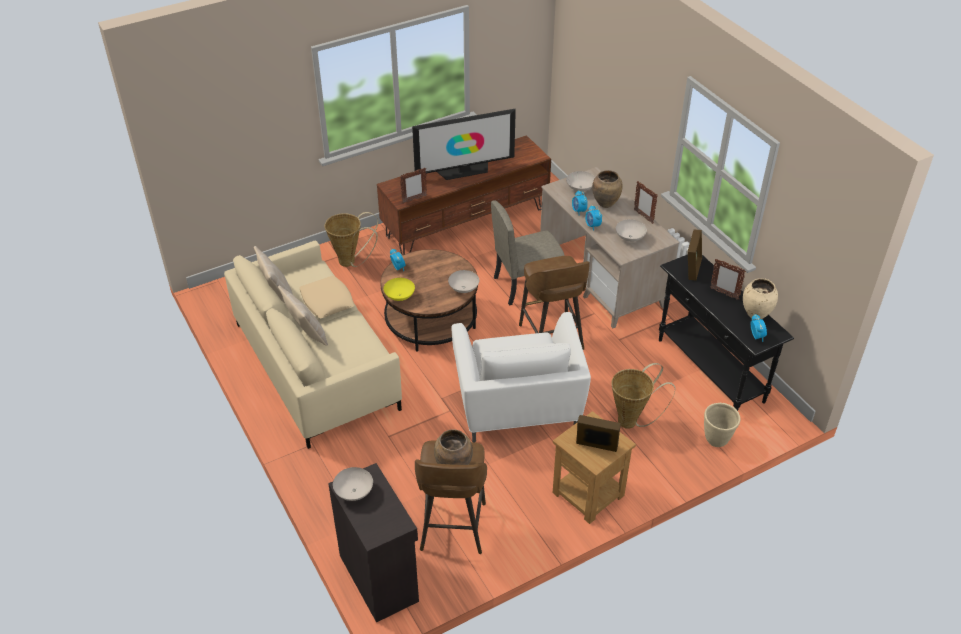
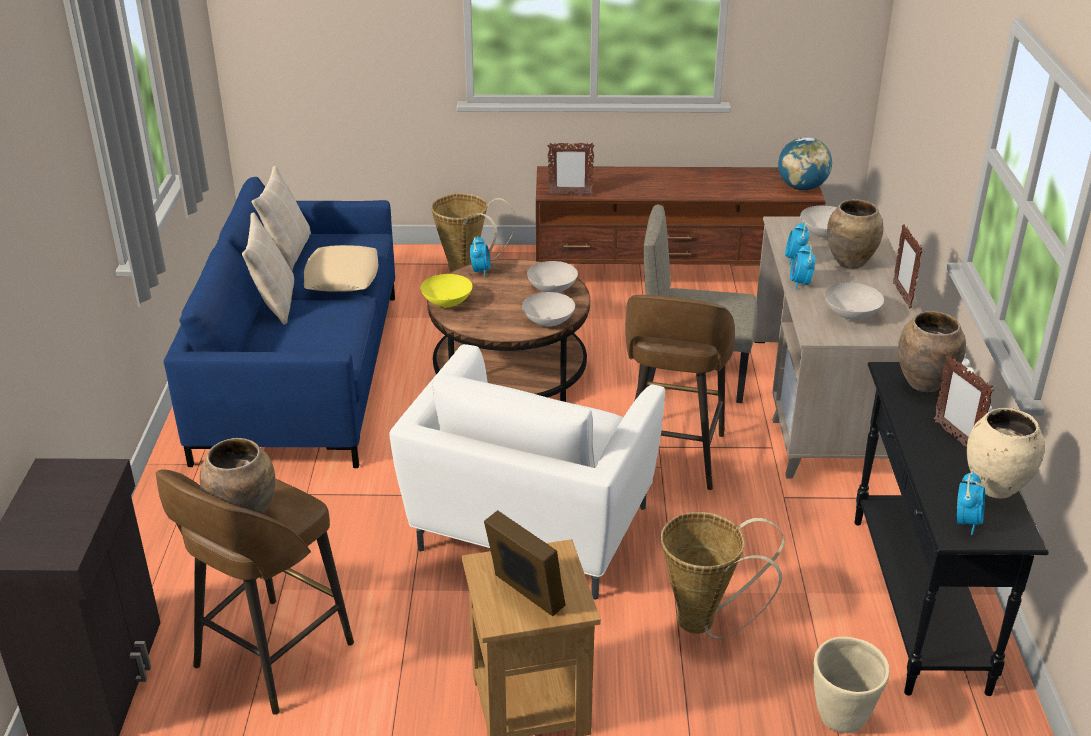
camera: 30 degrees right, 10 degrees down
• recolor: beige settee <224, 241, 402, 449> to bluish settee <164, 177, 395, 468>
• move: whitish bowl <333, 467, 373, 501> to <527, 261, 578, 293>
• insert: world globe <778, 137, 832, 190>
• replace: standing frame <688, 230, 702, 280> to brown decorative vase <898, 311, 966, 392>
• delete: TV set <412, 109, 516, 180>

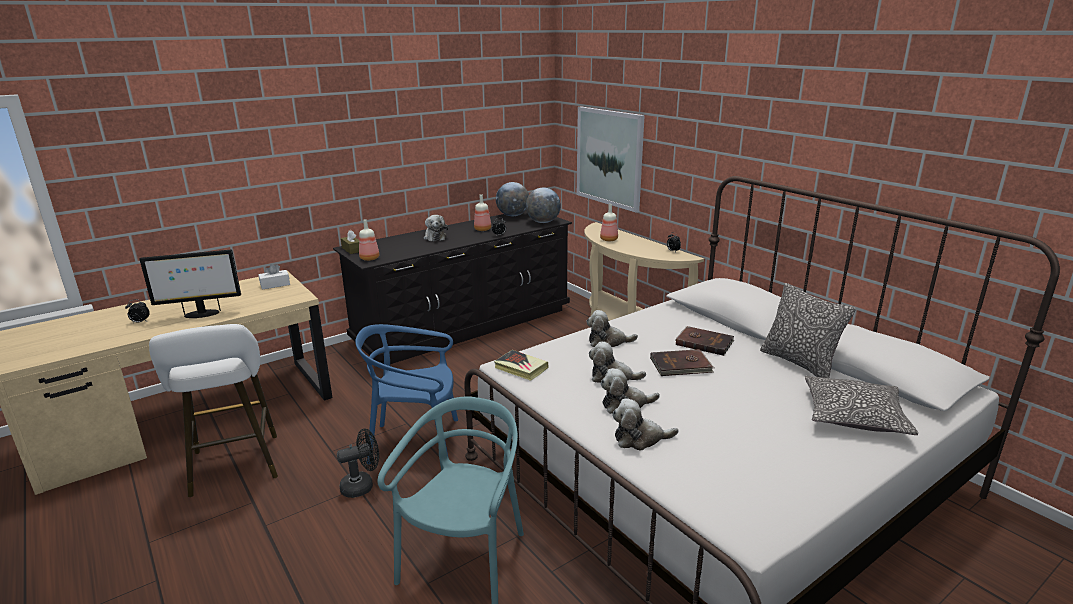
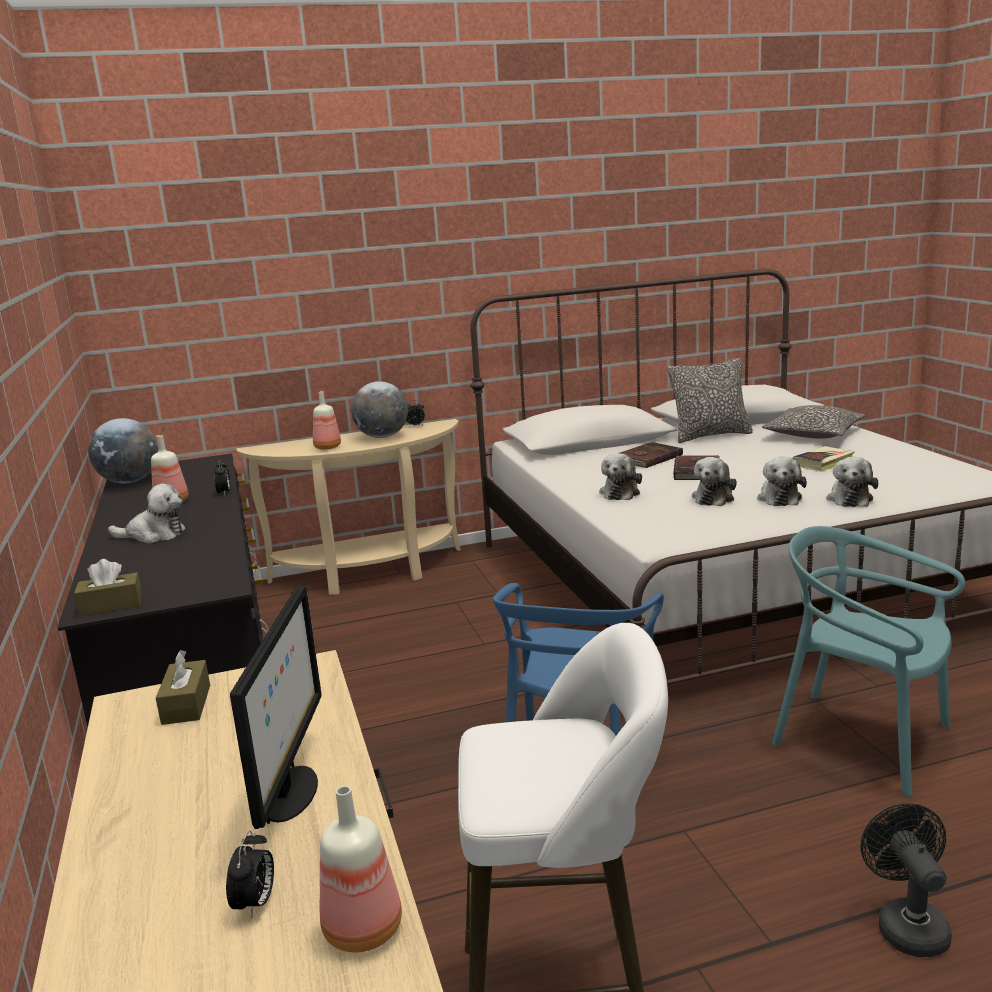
camera: 70 degrees left, 5 degrees down
• recolor: whitish tissue holder <258, 264, 290, 290> to brown tissue holder <156, 650, 210, 725>
• move: beverage bottle <359, 219, 379, 261> to <320, 786, 402, 952>
• move: world globe <526, 188, 561, 223> to <351, 381, 408, 438>
• move: book <494, 350, 549, 381> to <793, 446, 854, 472>
• move: blackish cooling fan <337, 429, 379, 498> to <861, 803, 952, 957>
• delete: wall art <577, 107, 645, 212>

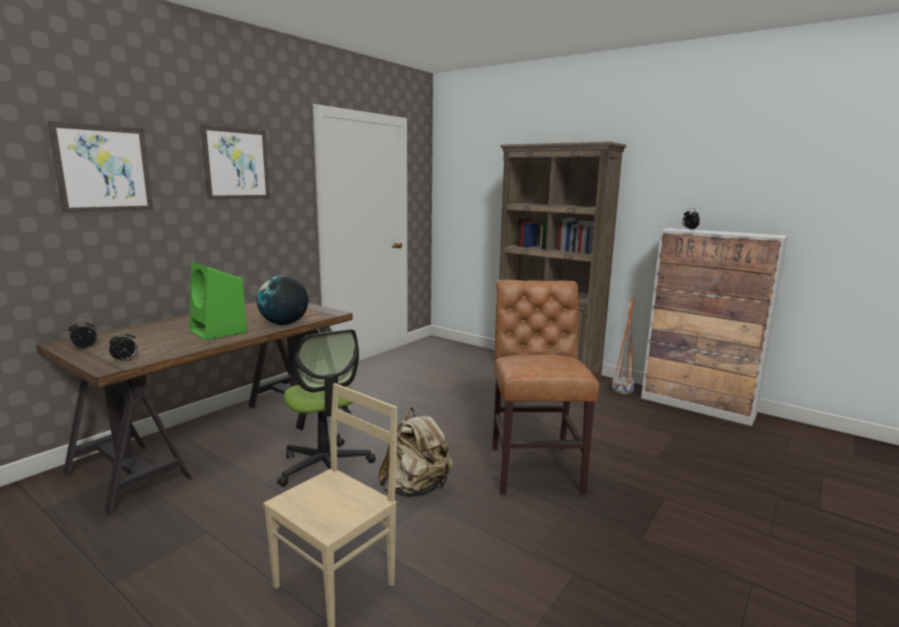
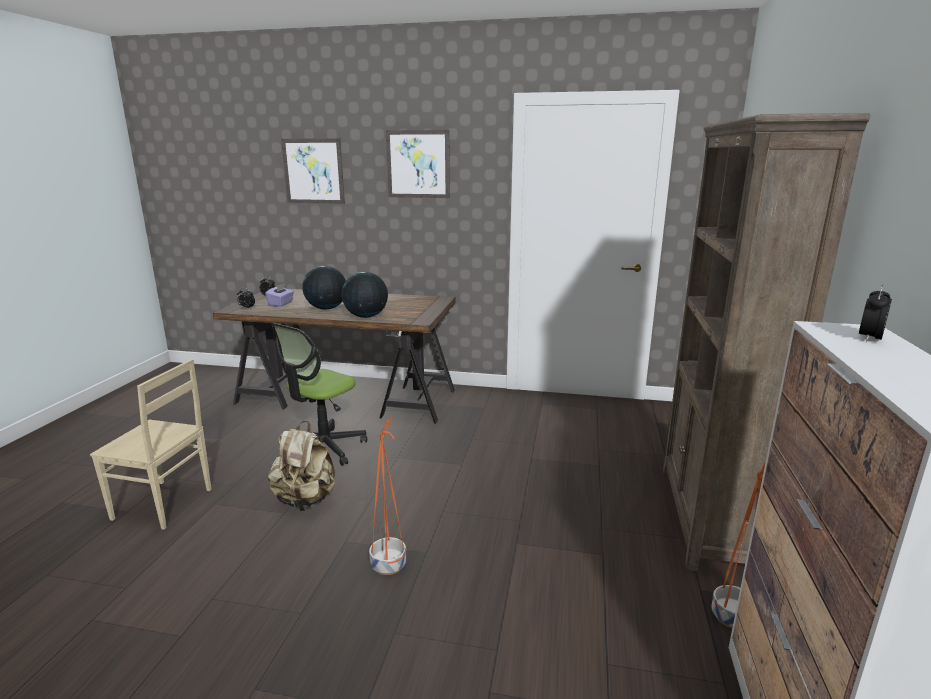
camera: 65 degrees right, 5 degrees up
• insert: purplish tissue holder <265, 283, 294, 307>
• replace: greenish speaker <189, 262, 247, 340> to world globe <302, 266, 346, 309>
• replace: brown plain chair <492, 280, 599, 495> to orangey planter <369, 416, 406, 575>

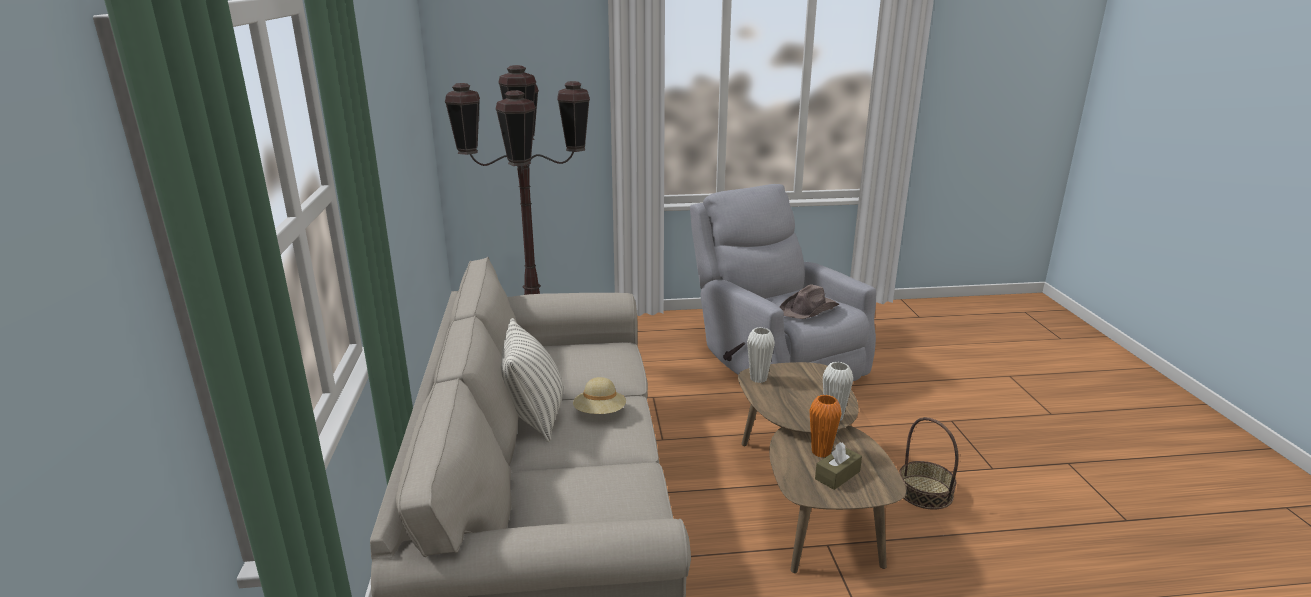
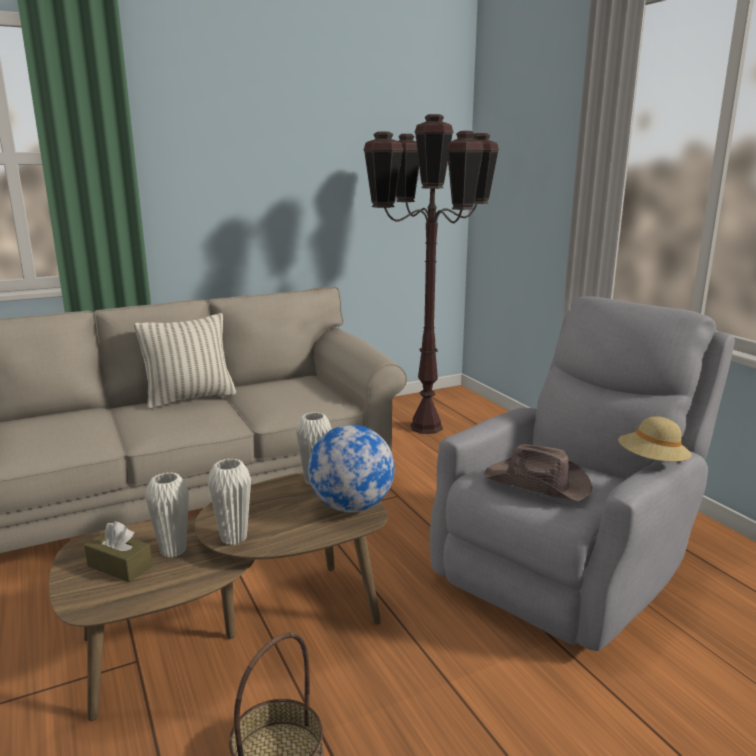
camera: 70 degrees right, 5 degrees down
• recolor: orangey decorative vase <809, 395, 842, 458> to whitish decorative vase <145, 472, 189, 558>
• insert: world globe <308, 425, 395, 513>
• move: beige hat <573, 377, 626, 414> to <618, 416, 692, 462>

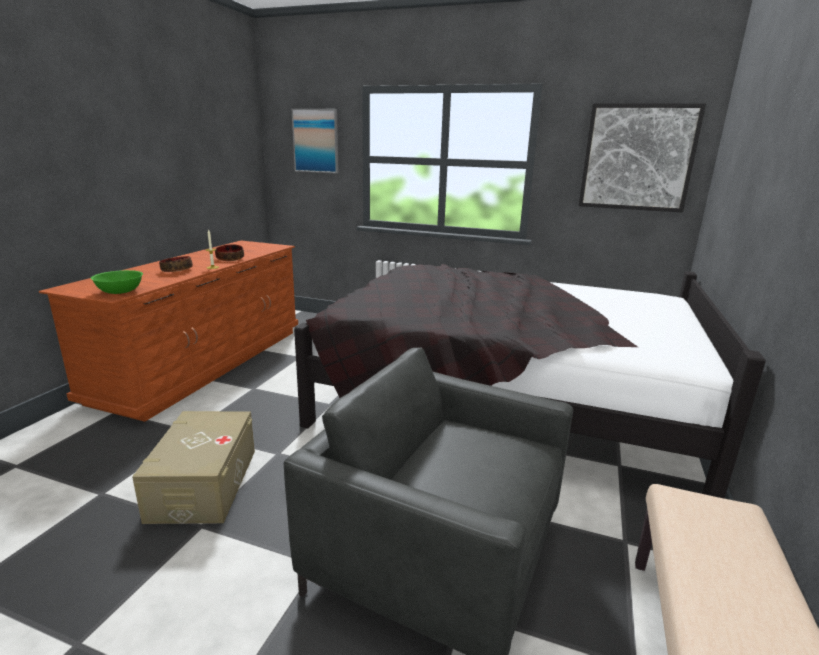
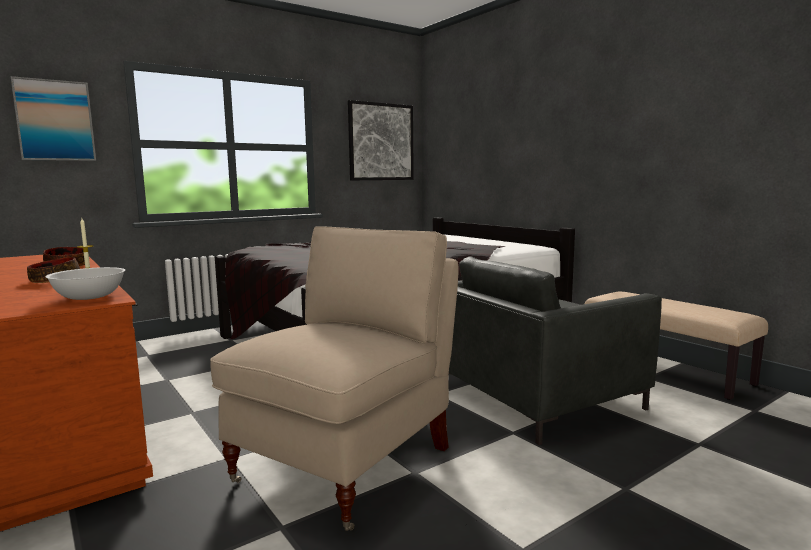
camera: 55 degrees left, 10 degrees down
• recolor: greenish bowl <91, 270, 143, 294> to whitish bowl <45, 267, 125, 300>
• replace: beige storage bin <132, 411, 255, 524> to beige plain chair <210, 226, 459, 531>

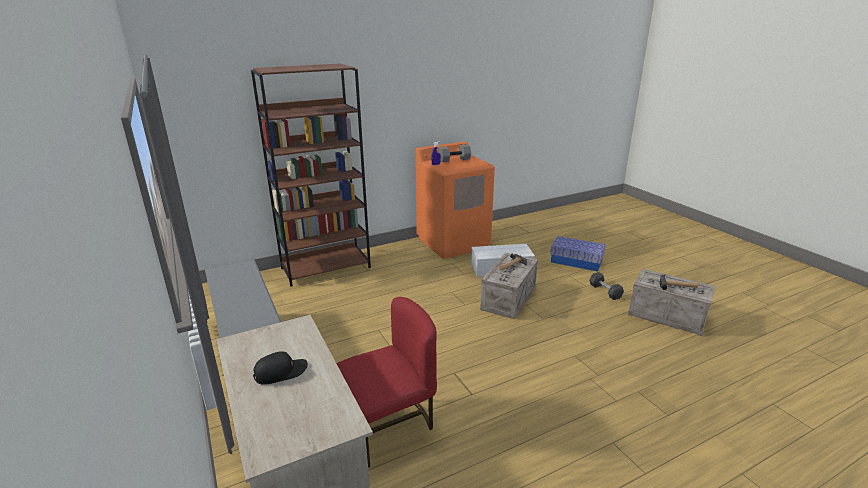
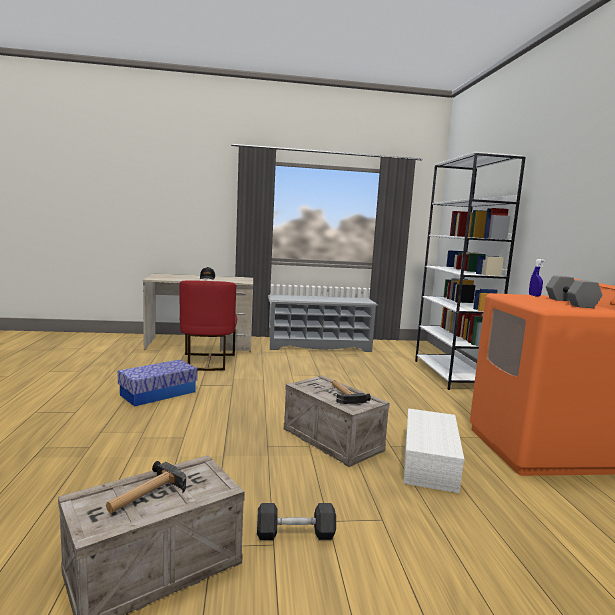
camera: 110 degrees right, 15 degrees down
• move: storage bin <550, 236, 606, 272> to <118, 360, 198, 407>
• recolor: brown bookcase <251, 64, 371, 287> to whitish bookcase <415, 152, 526, 390>

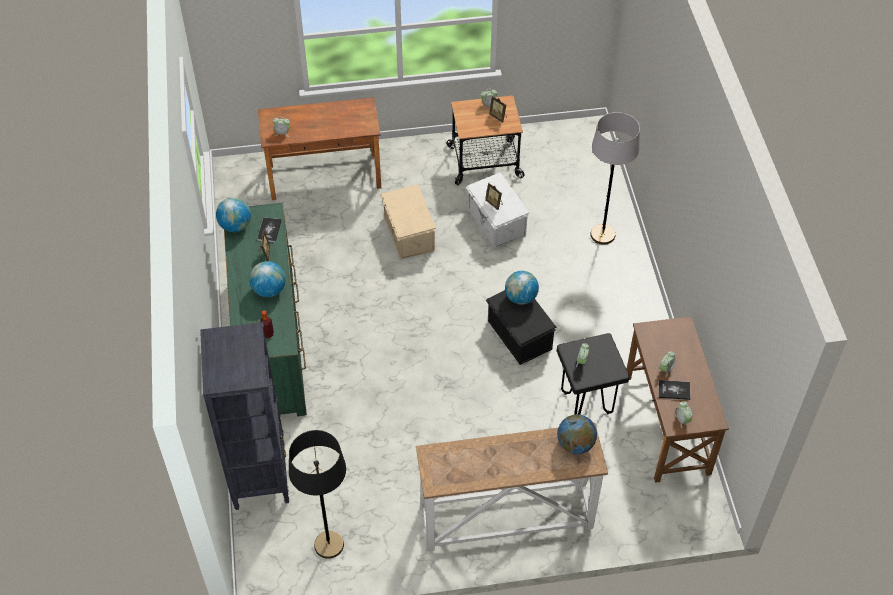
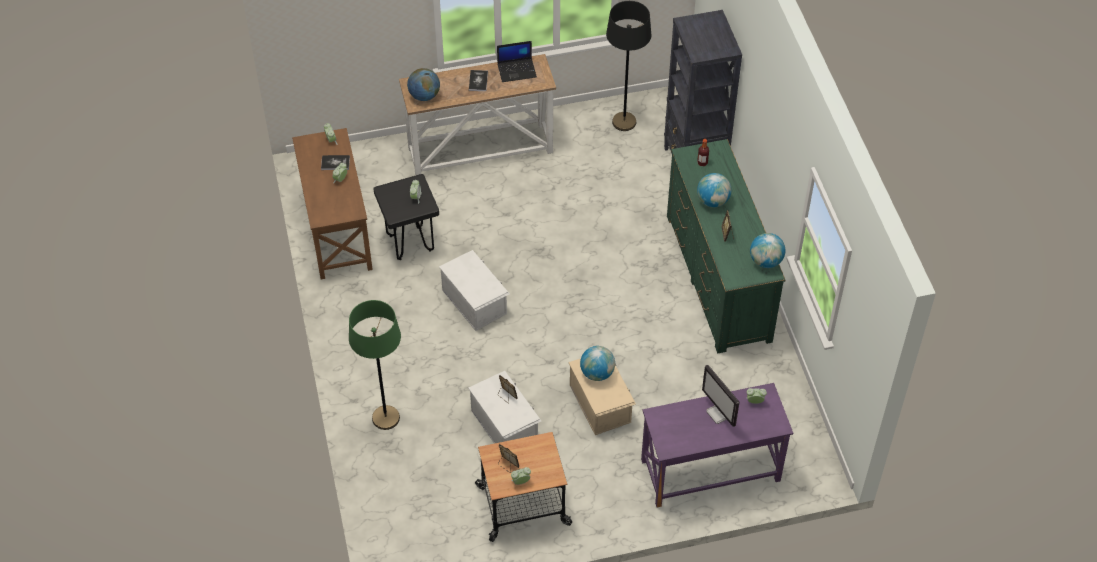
camera: 175 degrees right, 0 degrees up
• recolor: greyish standing lamp <590, 112, 640, 245> to greenish standing lamp <349, 300, 401, 430>
• recolor: blackish storage bin <486, 290, 556, 365> to whitish storage bin <439, 250, 510, 331>
• move: book <257, 217, 282, 242> to <469, 70, 488, 91>
• insert: laptop <497, 41, 537, 82>
• move: world globe <505, 271, 539, 305> to <580, 346, 615, 381>
• recolor: brown desk unit <258, 97, 381, 200> to purplish desk unit <641, 383, 793, 507>
• insert: computer screen <702, 365, 740, 427>

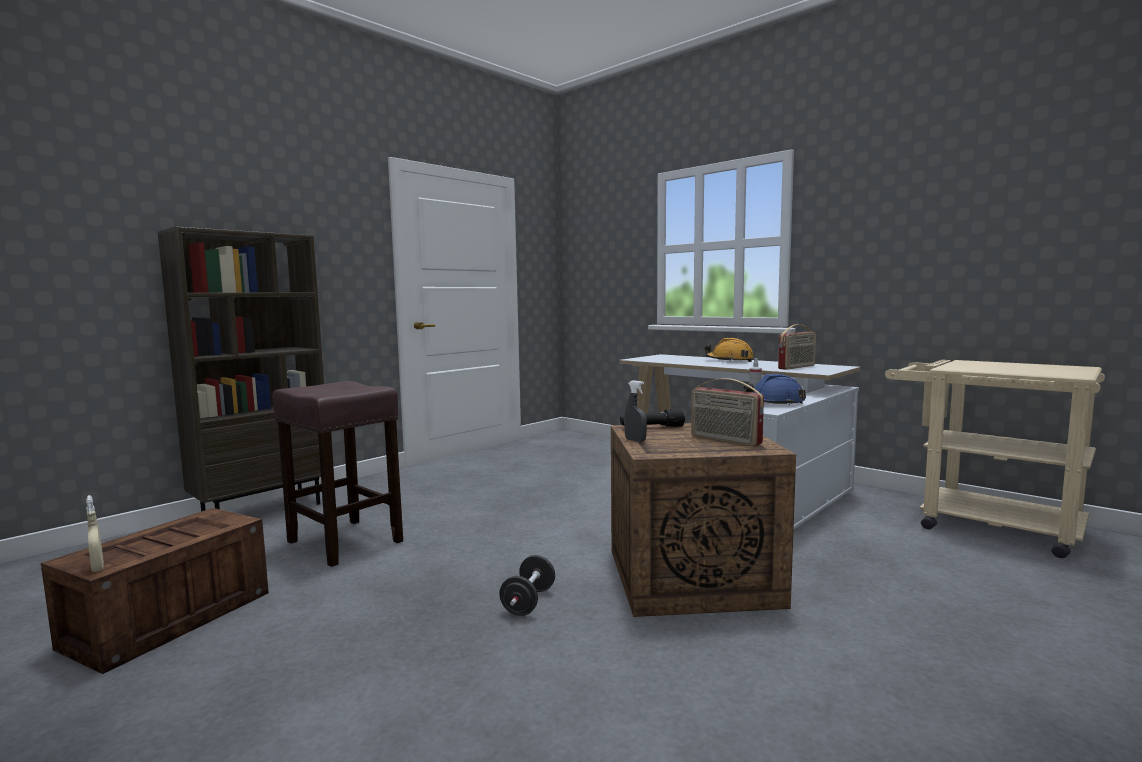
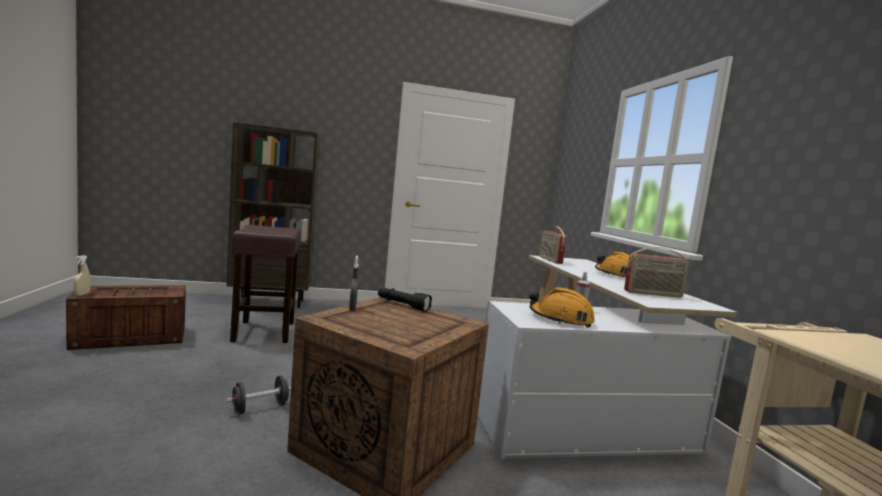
camera: 35 degrees right, 0 degrees up
• recolor: bluish work helmet <744, 374, 806, 405> to orangey work helmet <529, 287, 595, 328>
• move: radio set <691, 378, 764, 446> to <539, 226, 567, 264>

